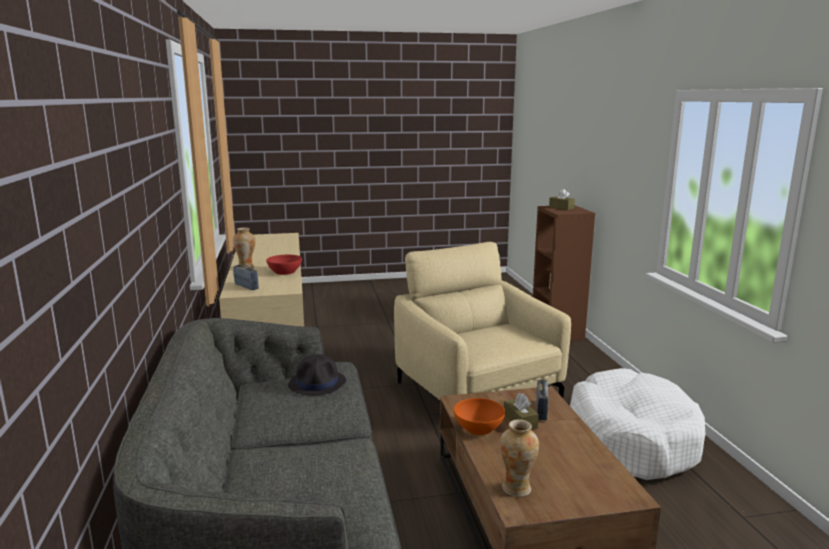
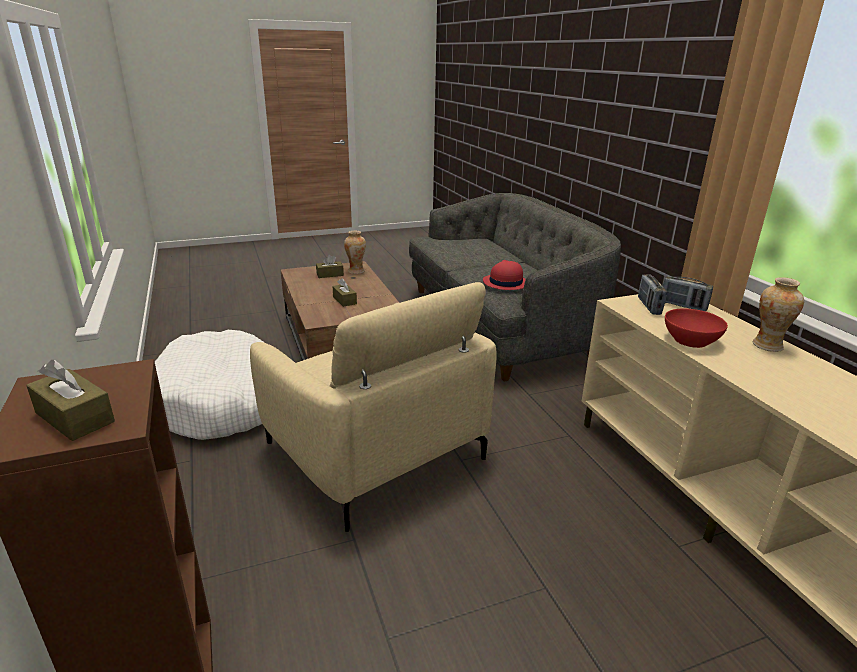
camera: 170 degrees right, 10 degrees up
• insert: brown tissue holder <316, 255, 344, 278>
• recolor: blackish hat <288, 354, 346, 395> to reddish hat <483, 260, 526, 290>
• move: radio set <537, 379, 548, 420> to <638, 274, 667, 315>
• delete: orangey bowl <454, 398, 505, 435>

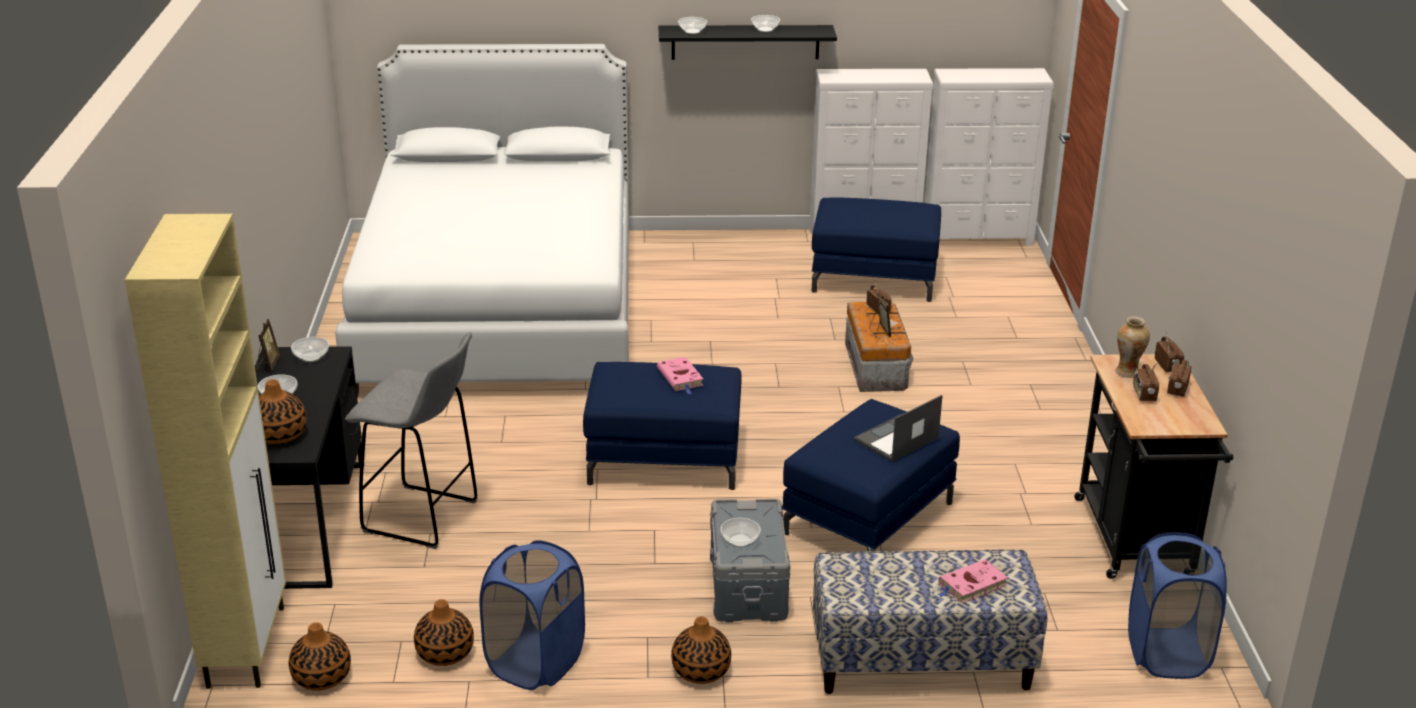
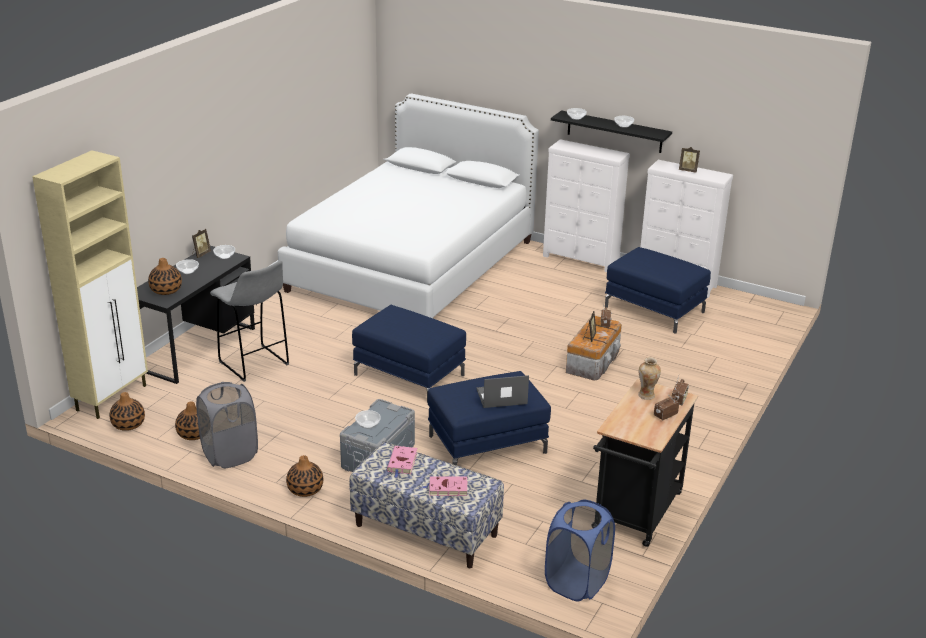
camera: 30 degrees right, 0 degrees up
• recolor: bluish hamper <480, 540, 585, 690> to greyish hamper <196, 382, 258, 468>
• move: pink-coloured book <657, 357, 703, 394> to <387, 446, 417, 478>
• move: whitish dresser <924, 68, 1054, 246> to <543, 139, 630, 272>
• insert: standing frame <679, 147, 700, 173>
• delete: radio set <1133, 363, 1159, 401>

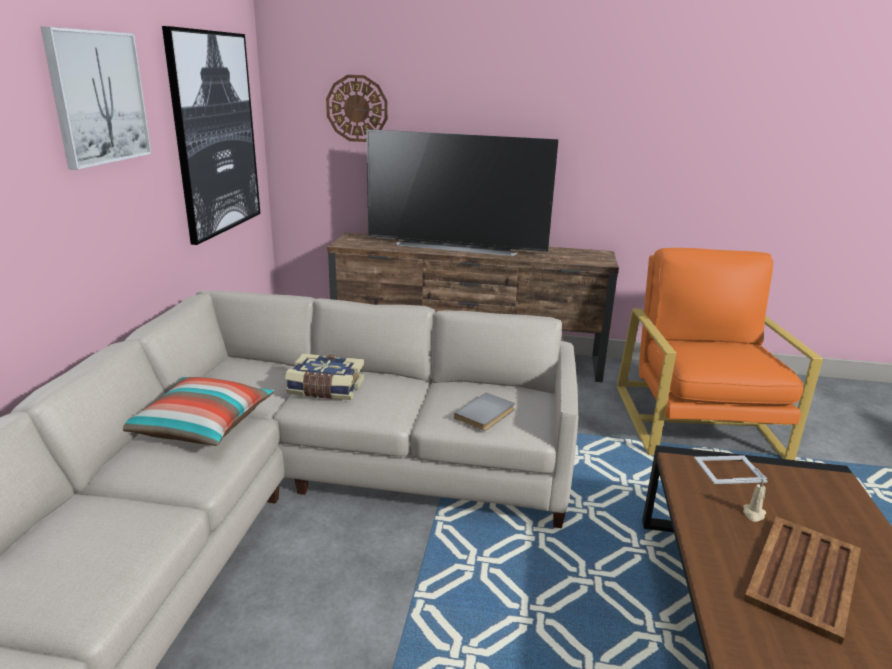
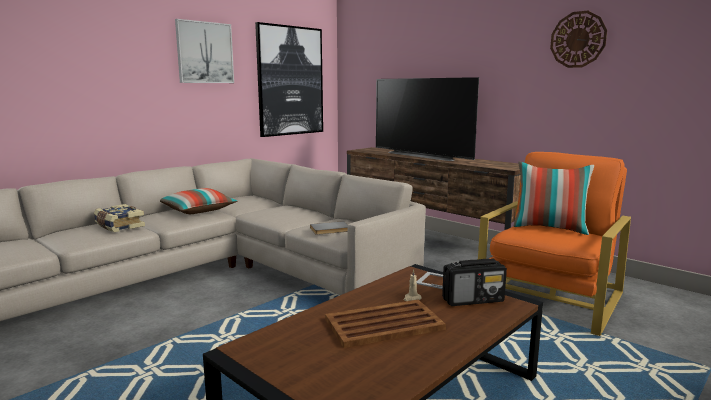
camera: 35 degrees right, 10 degrees down
• move: book <285, 353, 364, 400> to <94, 204, 145, 232>
• insert: radio set <442, 259, 507, 306>
• insert: cushion <513, 162, 594, 235>
• move: wall clock <326, 75, 388, 142> to <550, 11, 607, 68>

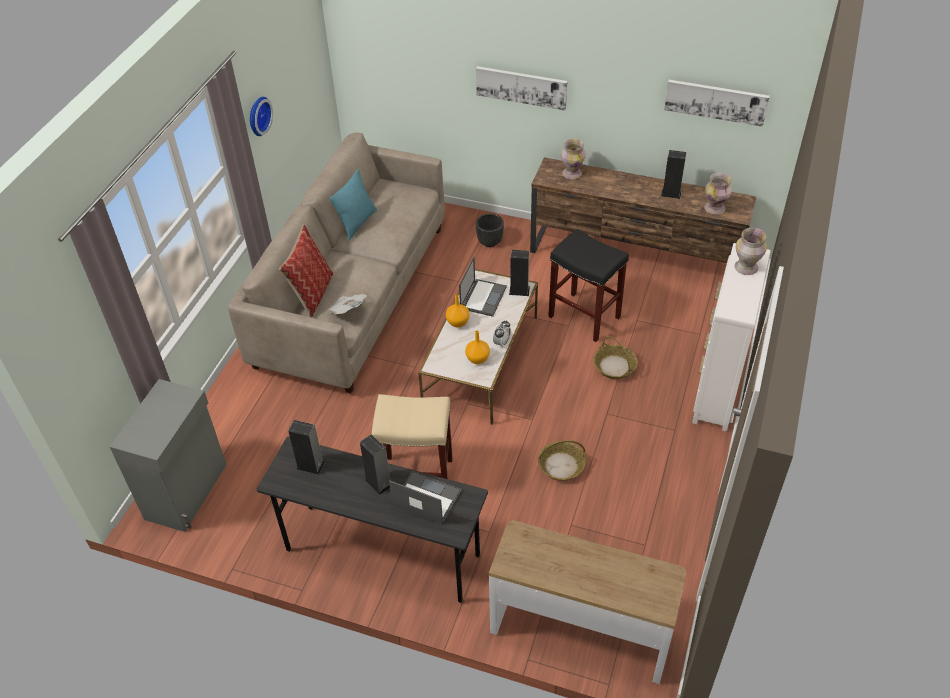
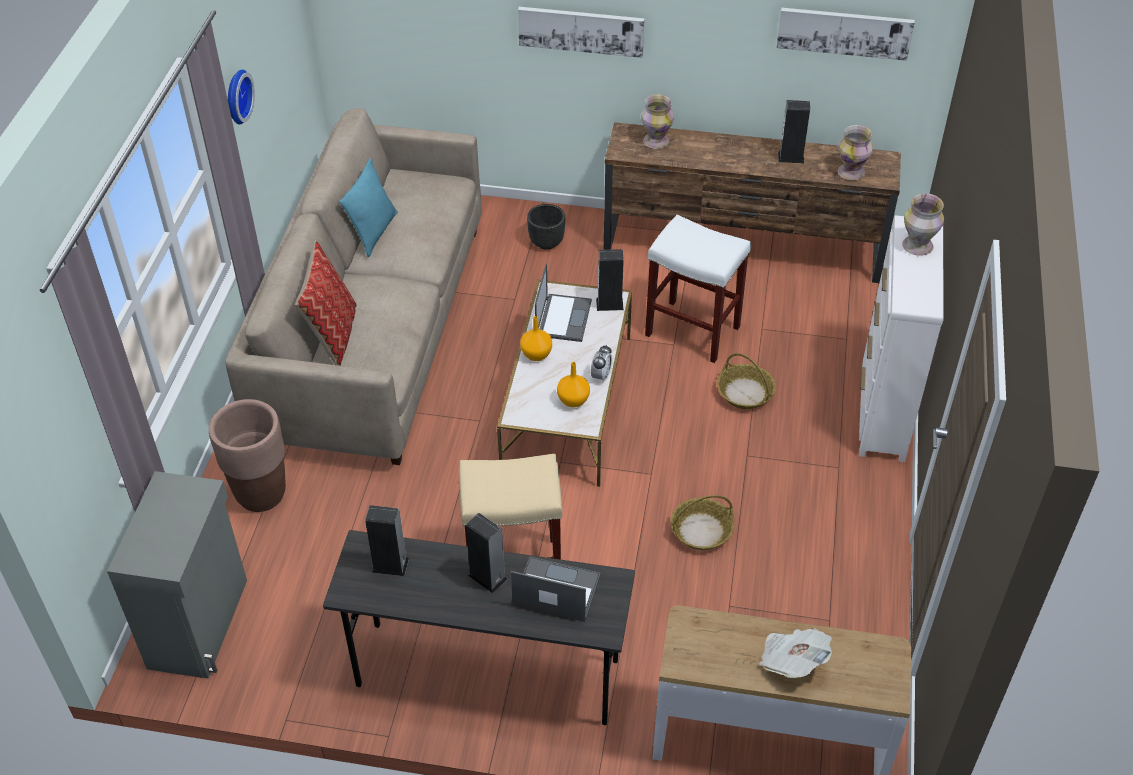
camera: 10 degrees left, 0 degrees up
• insert: brown planter <209, 399, 286, 512>
• recolor: blackish sitting stool <548, 229, 629, 342> to whitish sitting stool <645, 215, 751, 363>
• move: newspaper <327, 294, 367, 314> to <759, 628, 832, 678>

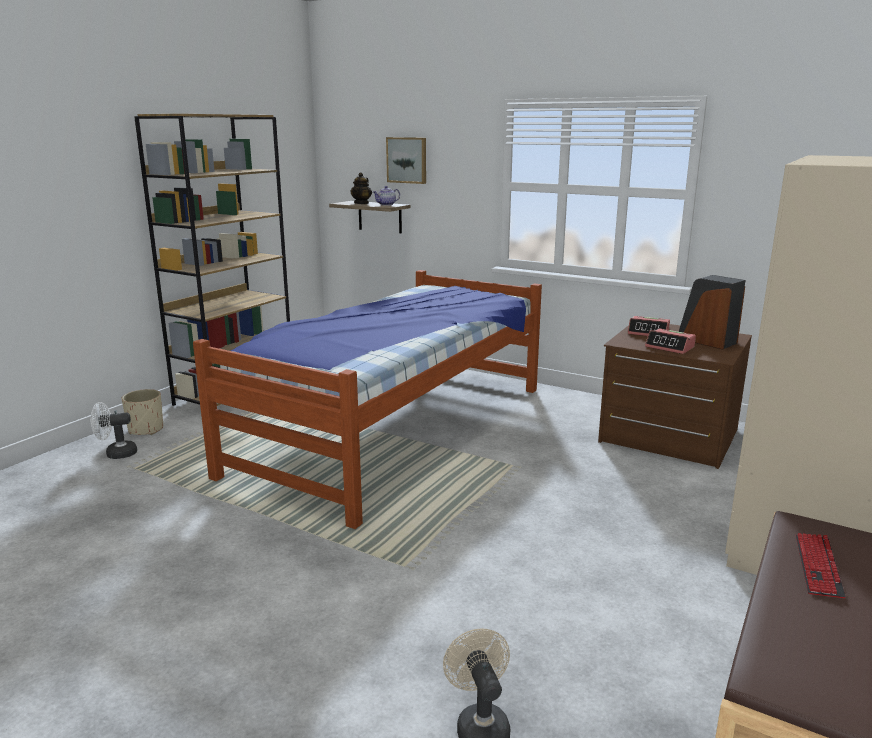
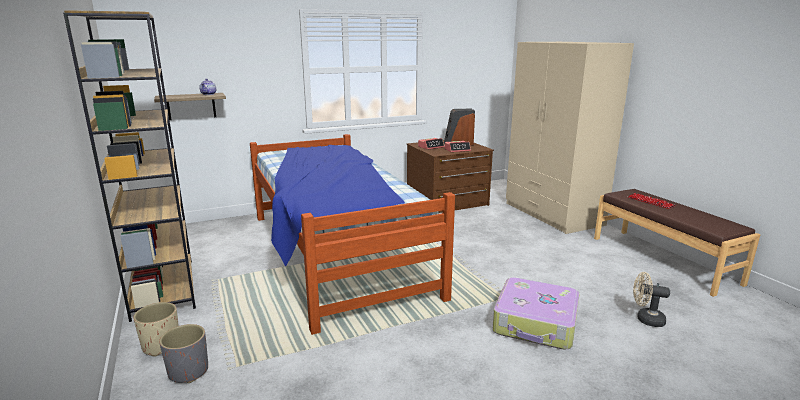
camera: 55 degrees left, 0 degrees up
• replace: whitish cooling fan <91, 402, 137, 459> to greyish planter <159, 324, 208, 383>
• insert: piece of luggage <492, 277, 580, 349>
• delete: pot for tea <351, 172, 372, 204>
• delete: wall art <386, 137, 426, 184>

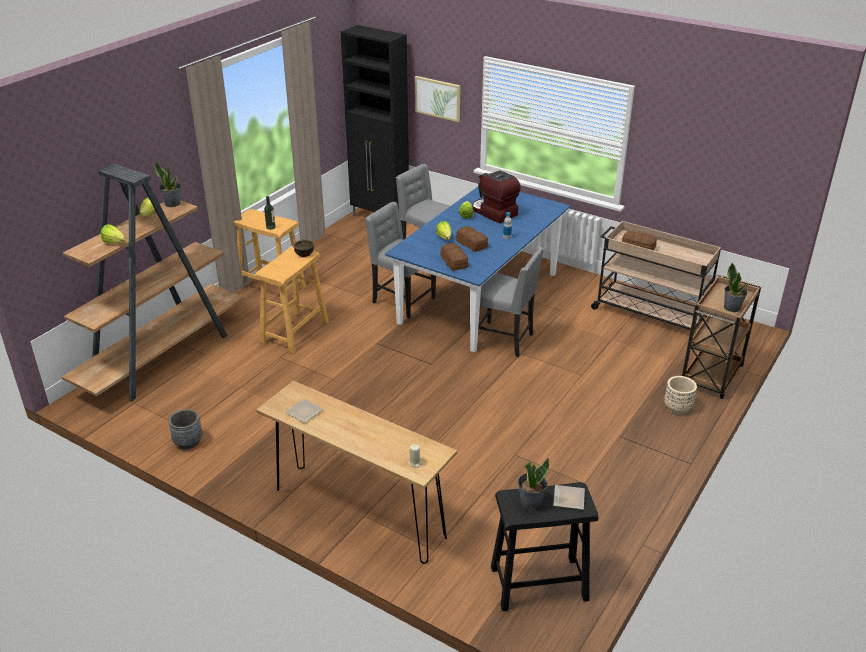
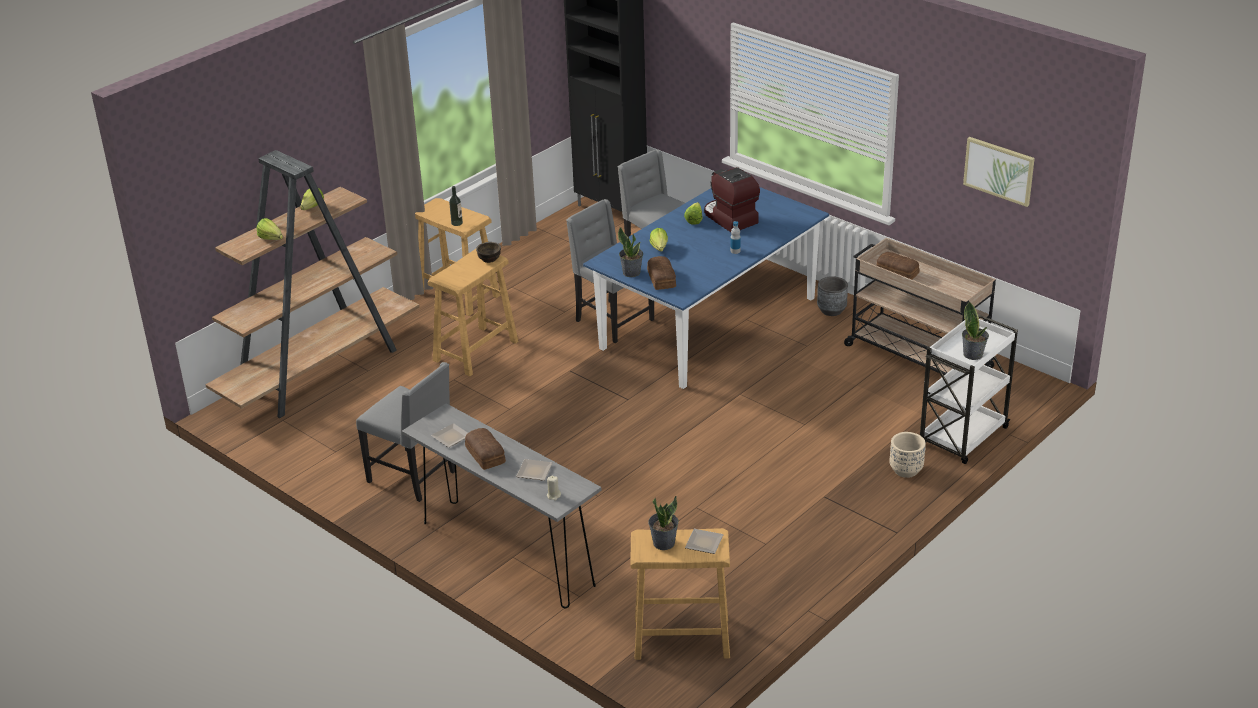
camera: 10 degrees right, 0 degrees up
• move: greyish plain chair <478, 247, 544, 357> to <356, 362, 455, 502>
• recolor: brown console table <256, 380, 457, 564> to greyish console table <402, 403, 601, 608>
• move: bread <456, 226, 488, 252> to <465, 428, 506, 470>
• insert: dinner plate <516, 459, 553, 481>
• move: houseplant <155, 161, 181, 207> to <618, 227, 643, 277>
• recolor: blackish sitting stool <491, 482, 598, 611> to beige sitting stool <631, 528, 730, 660>
• move: greyish planter <168, 409, 202, 449> to <817, 276, 848, 316>
• recolor: brown cart <682, 275, 761, 399> to whitish cart <920, 315, 1018, 464>
• move: wall art <415, 76, 460, 122> to <963, 137, 1035, 207>

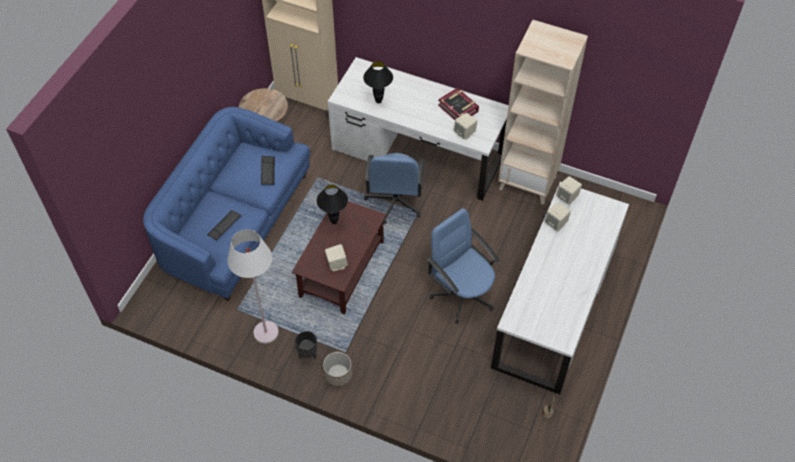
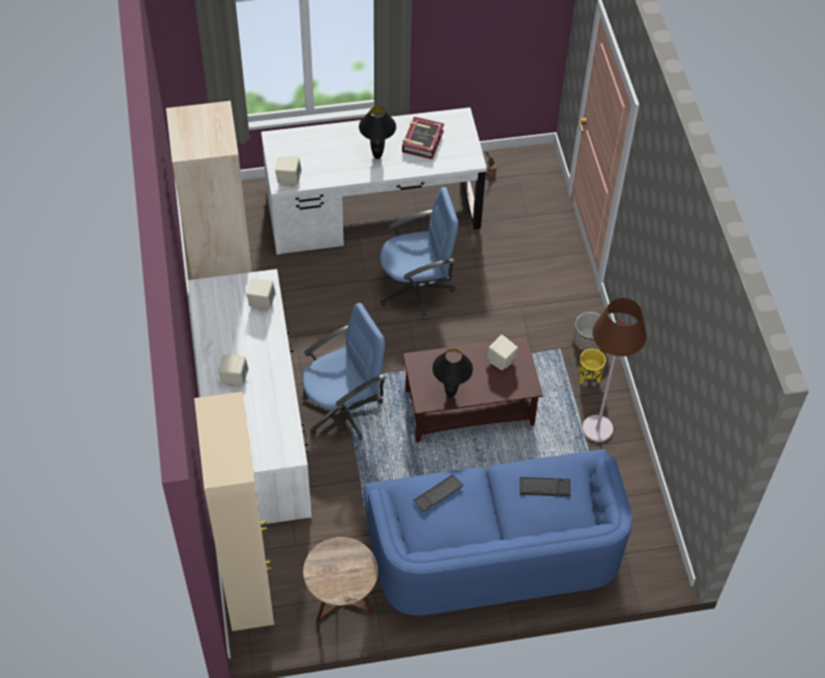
camera: 125 degrees left, 0 degrees up
• move: beige speaker <545, 202, 571, 231> to <218, 355, 248, 388>
• move: blackish lamp for a table <363, 61, 393, 103> to <359, 107, 396, 159>
• rotate: bluish computer chair <427, 208, 500, 324> = <380, 187, 458, 320> 120 degrees counterclockwise
• move: book <438, 88, 479, 120> to <402, 117, 444, 159>
• recolor: blackish planter <295, 331, 317, 359> to yellow-coloured planter <579, 349, 606, 384>
• recolor: whitish standing lamp <227, 229, 279, 344> to brown standing lamp <582, 298, 646, 442>

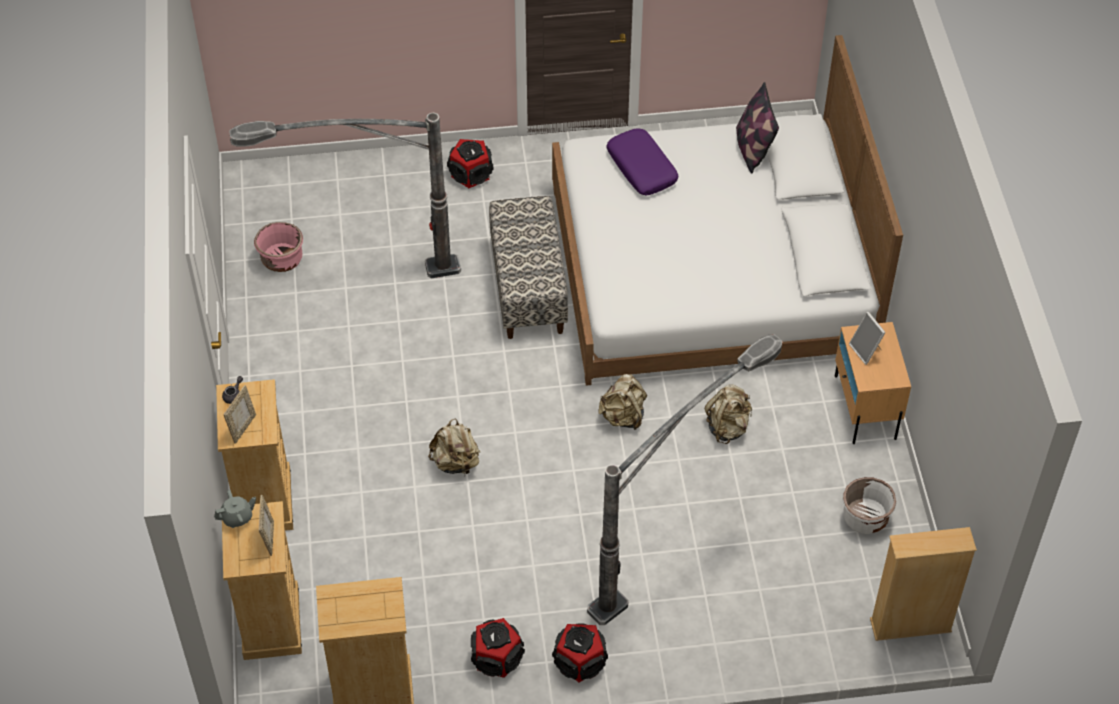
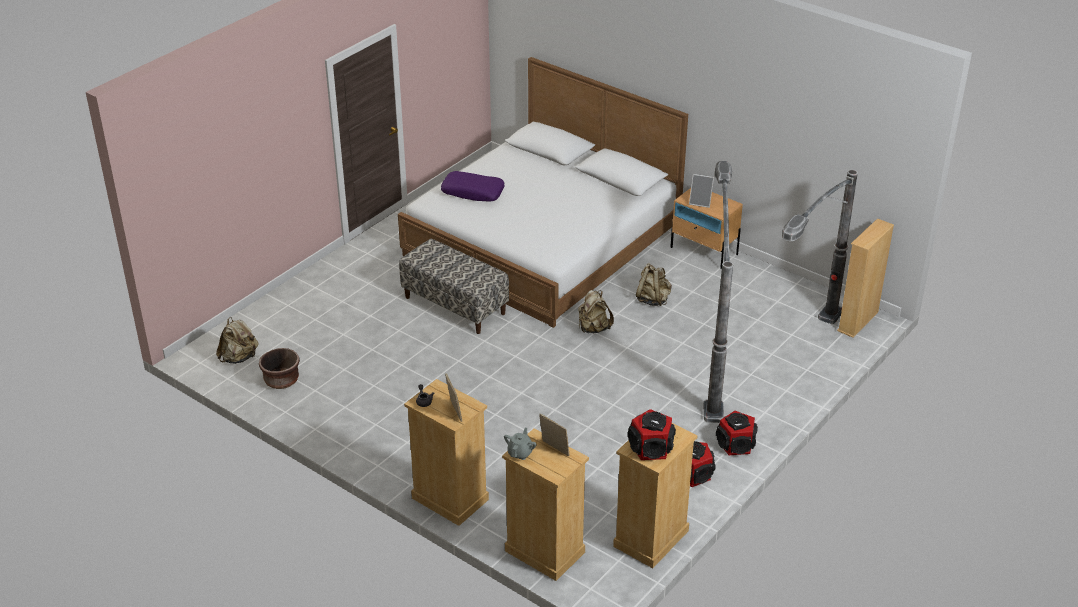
camera: 45 degrees left, 15 degrees down
• move: beige rucksack <428, 418, 480, 474> to <216, 317, 259, 364>
• recolor: pink-coloured planter <254, 222, 303, 272> to brown planter <259, 348, 300, 389>
• move: speaker <447, 139, 493, 188> to <627, 409, 676, 460>
• move: standing lamp <229, 113, 461, 278> to <782, 170, 858, 324>
• delete: cushion <736, 82, 779, 173>
• delete: whitish planter <843, 477, 896, 534>

